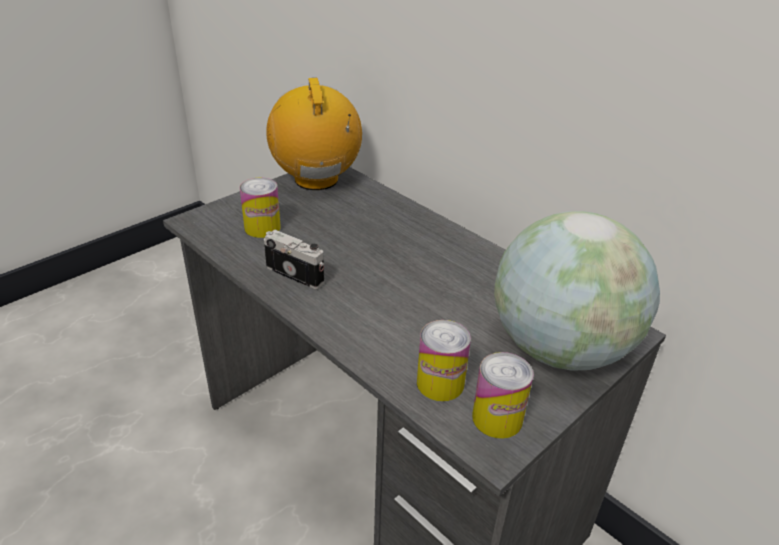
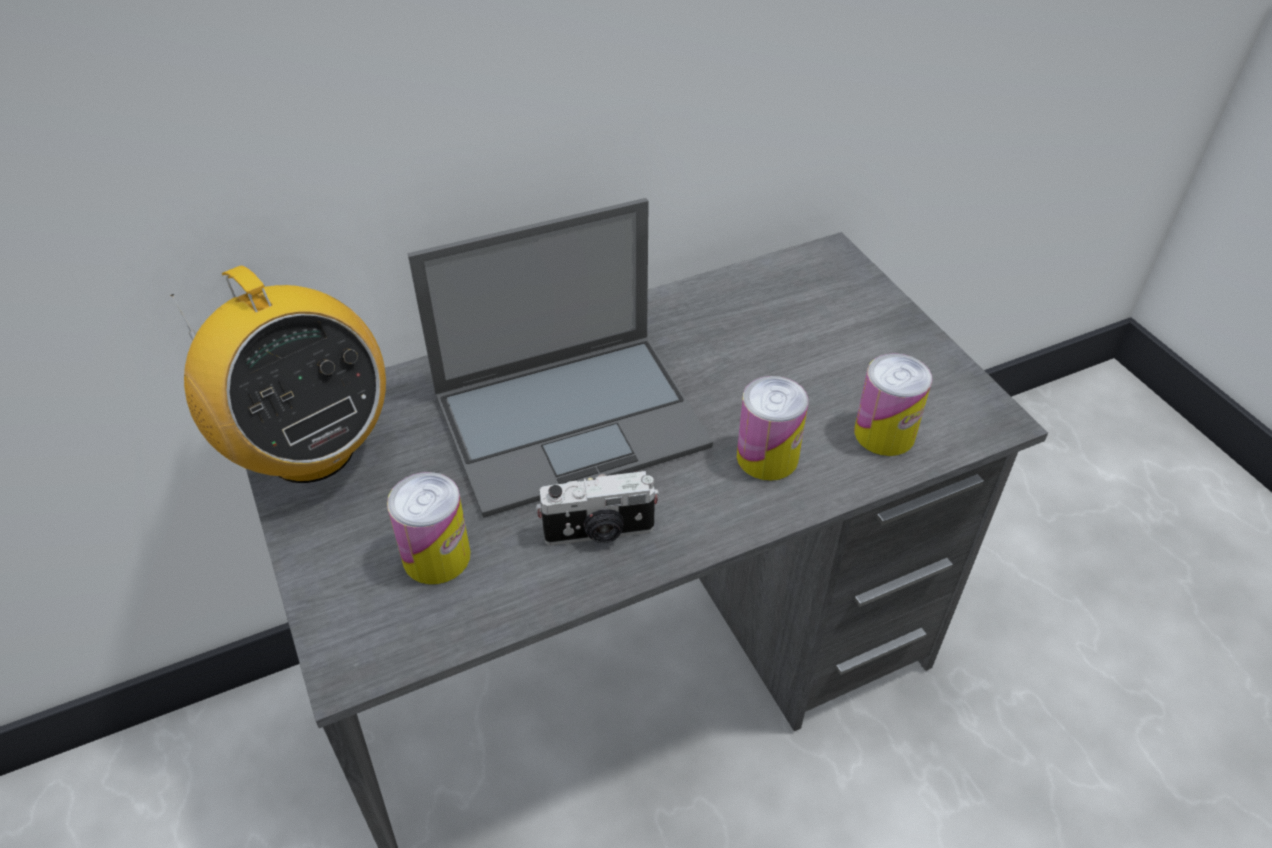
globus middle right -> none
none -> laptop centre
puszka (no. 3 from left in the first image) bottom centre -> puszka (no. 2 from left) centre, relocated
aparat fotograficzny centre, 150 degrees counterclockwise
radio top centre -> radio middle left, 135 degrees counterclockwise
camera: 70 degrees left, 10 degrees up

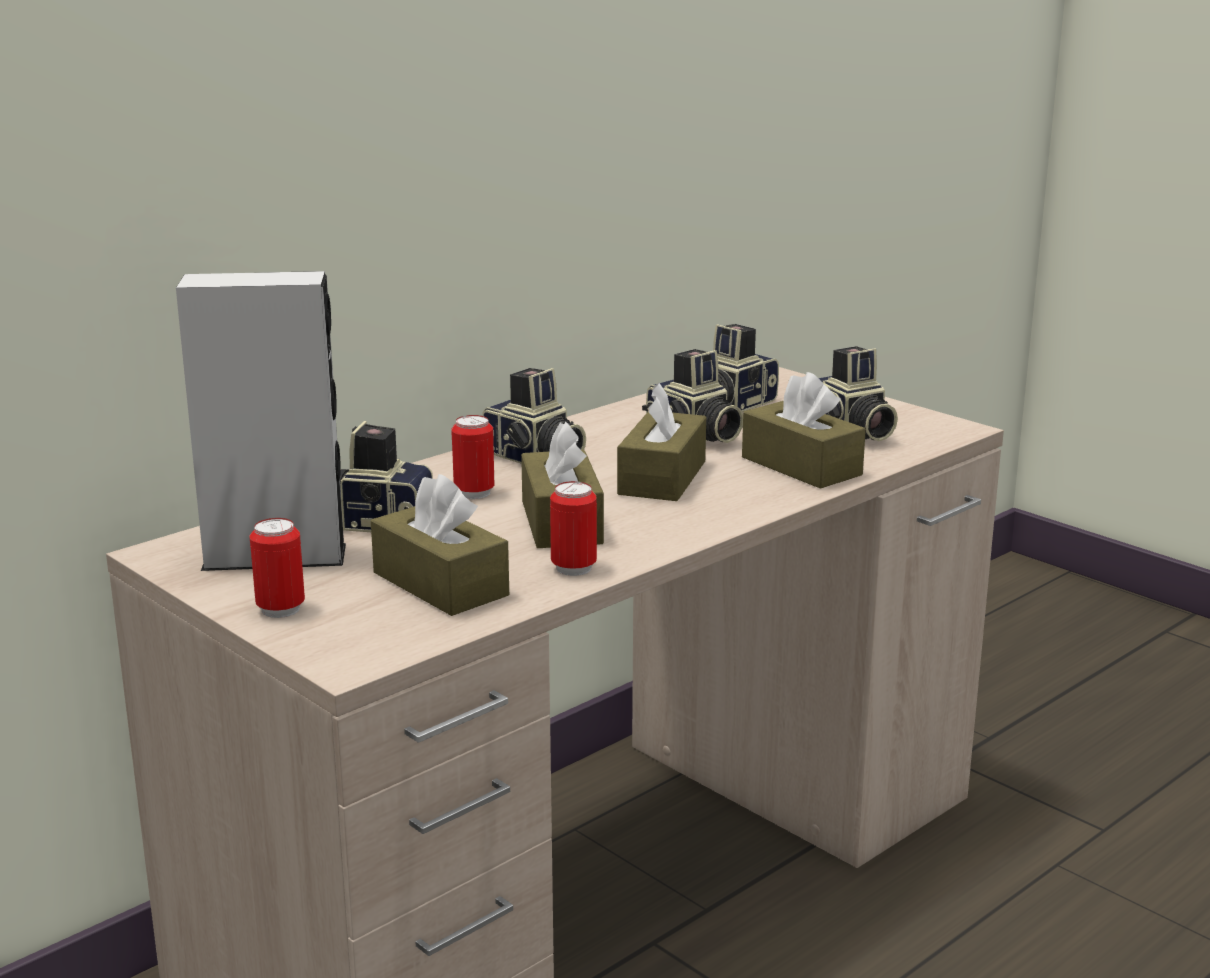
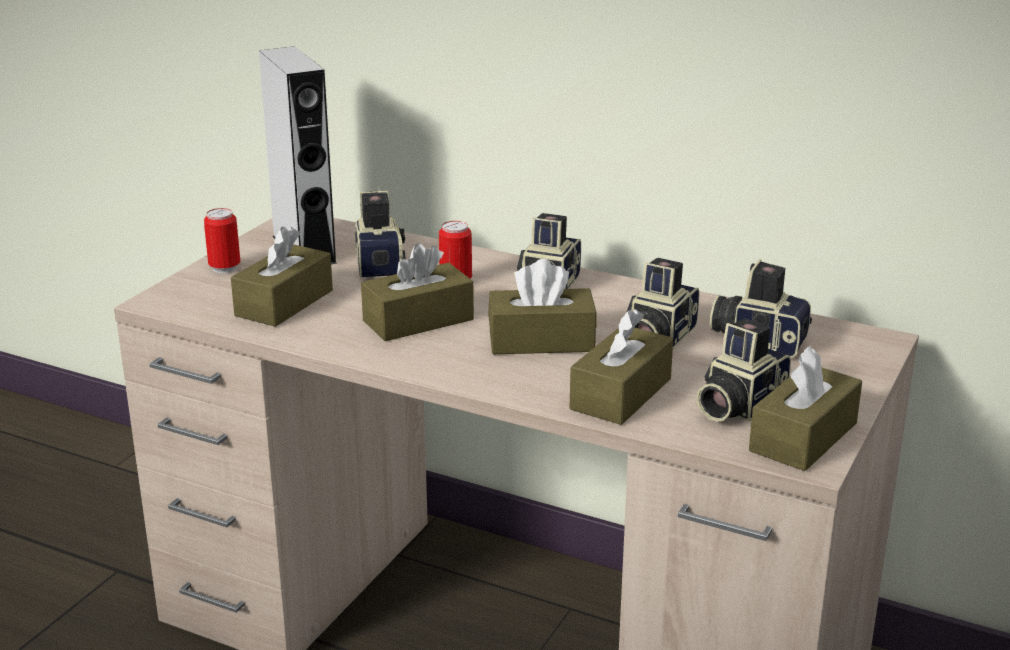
puszka (no. 3 from left) centre -> none
none -> pudełko chusteczek (brązowy) (no. 5 from left) middle right
camera: 70 degrees right, 5 degrees up

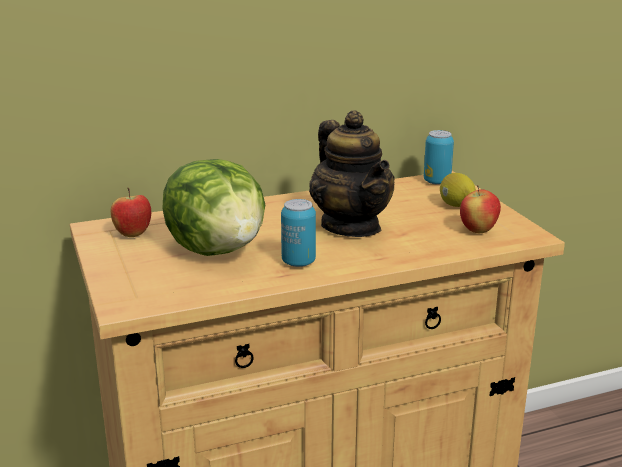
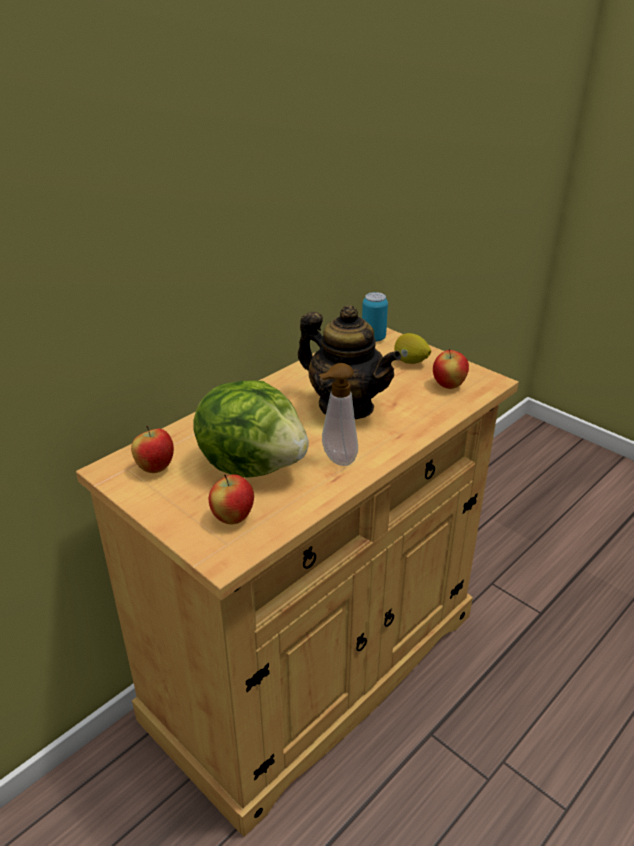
none -> jabłko (no. 2 from left) centre
puszka (no. 1 from left) centre -> dozownik mydła centre
camera: 25 degrees left, 10 degrees up

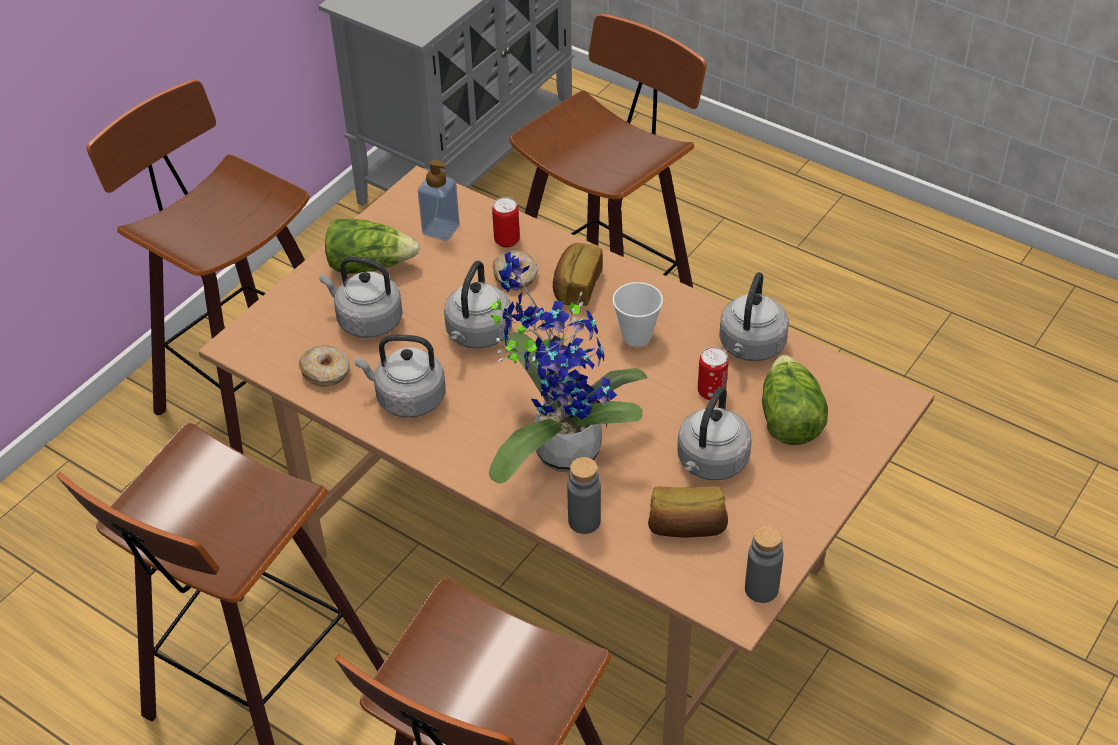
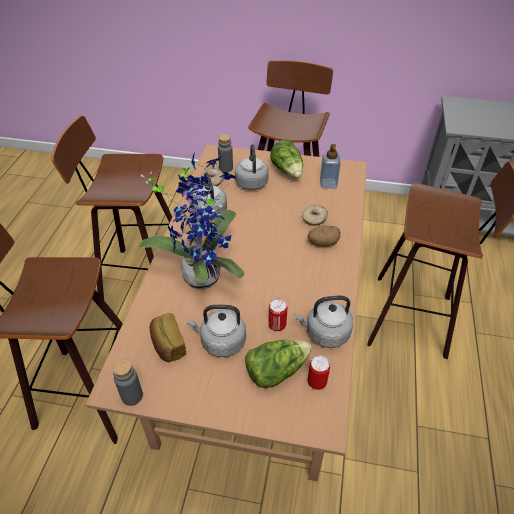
czajnik (szary) (no. 3 from left) centre -> none
filiżanka centre -> none
puszka (no. 1 from left in the first image) top centre -> puszka (no. 2 from left) bottom centre, relocated
butelka (szary) (no. 1 from left in the first image) centre -> butelka (szary) (no. 2 from left) top centre, relocated
chleb (no. 1 from left) centre -> ziemniak centre
camera: 65 degrees right, 0 degrees up

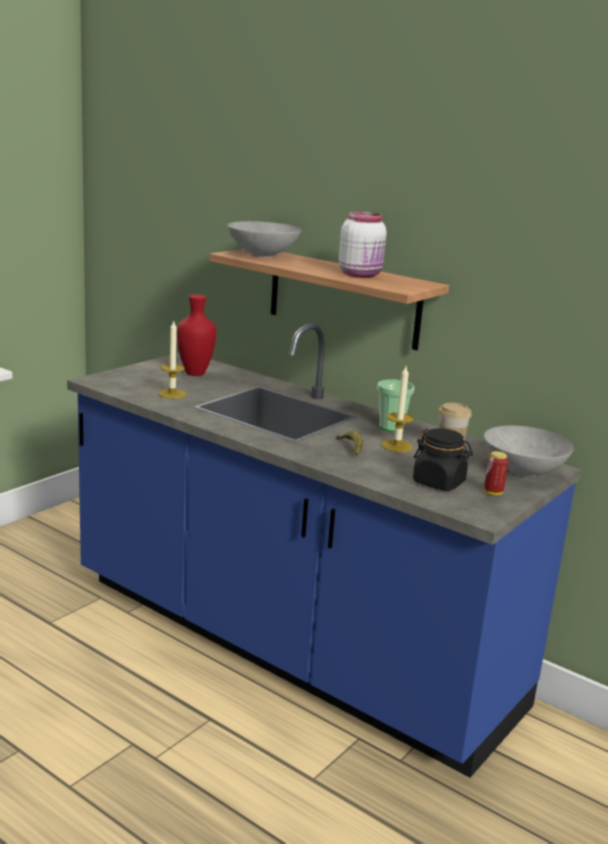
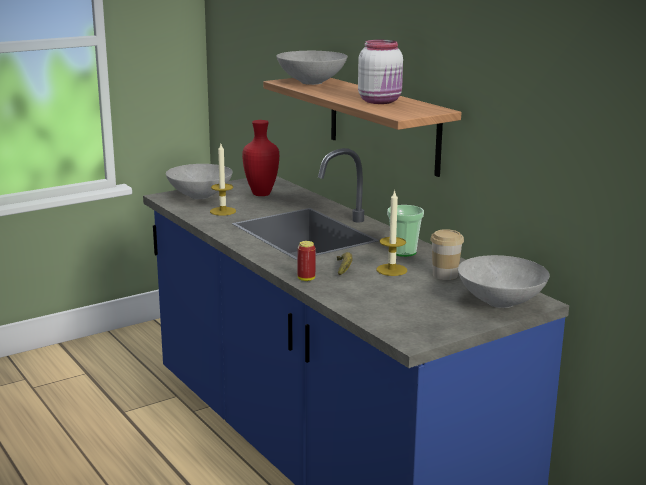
słoik (czarny) middle right -> none
none -> miska (szary) (no. 1 from left) middle left
puszka middle right -> puszka centre, relocated
camera: 20 degrees right, 0 degrees up

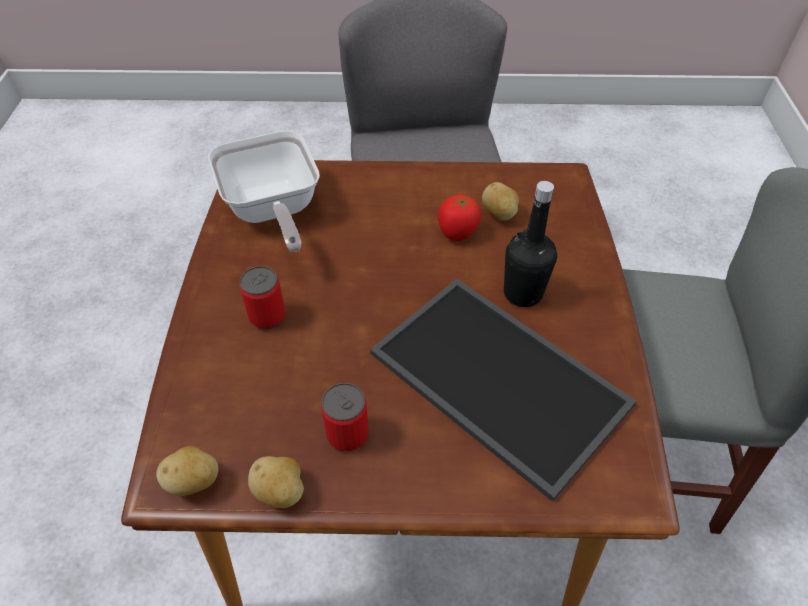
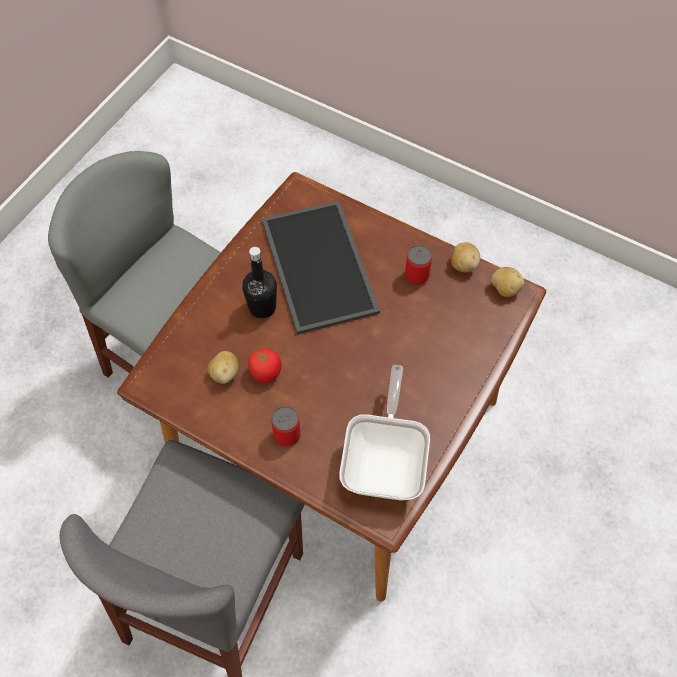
puszka (no. 1 from left) middle left -> puszka (no. 1 from left) centre, relocated
camera: 150 degrees left, 10 degrees up

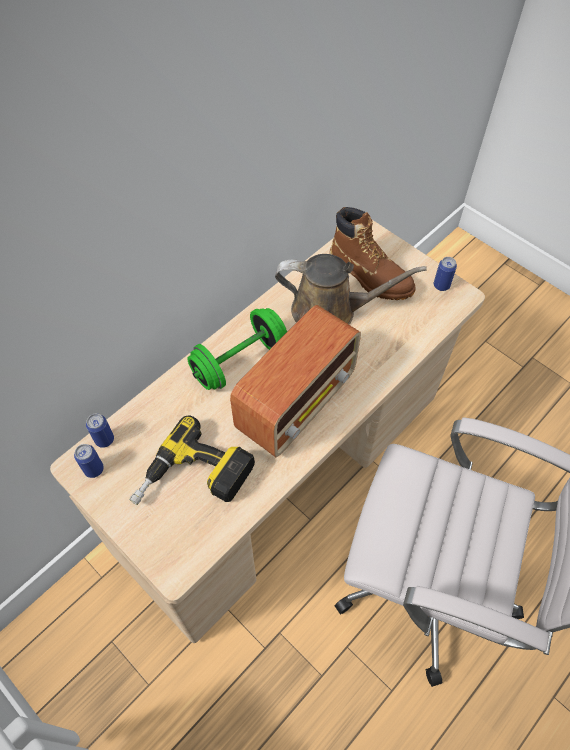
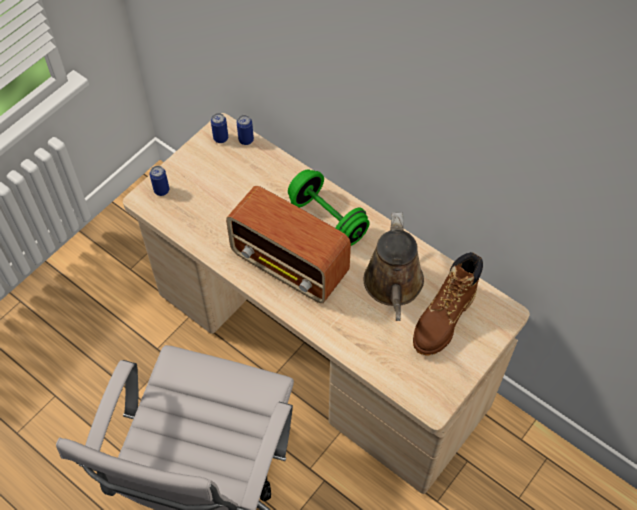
wiertarka centre -> none
puszka (no. 3 from left in the first image) middle right -> puszka (no. 1 from left) middle left, relocated
camera: 85 degrees right, 0 degrees up

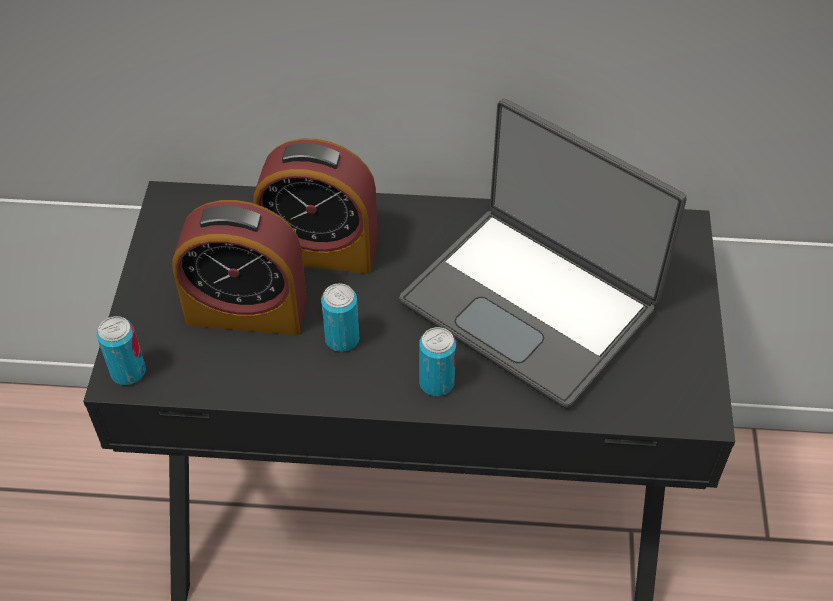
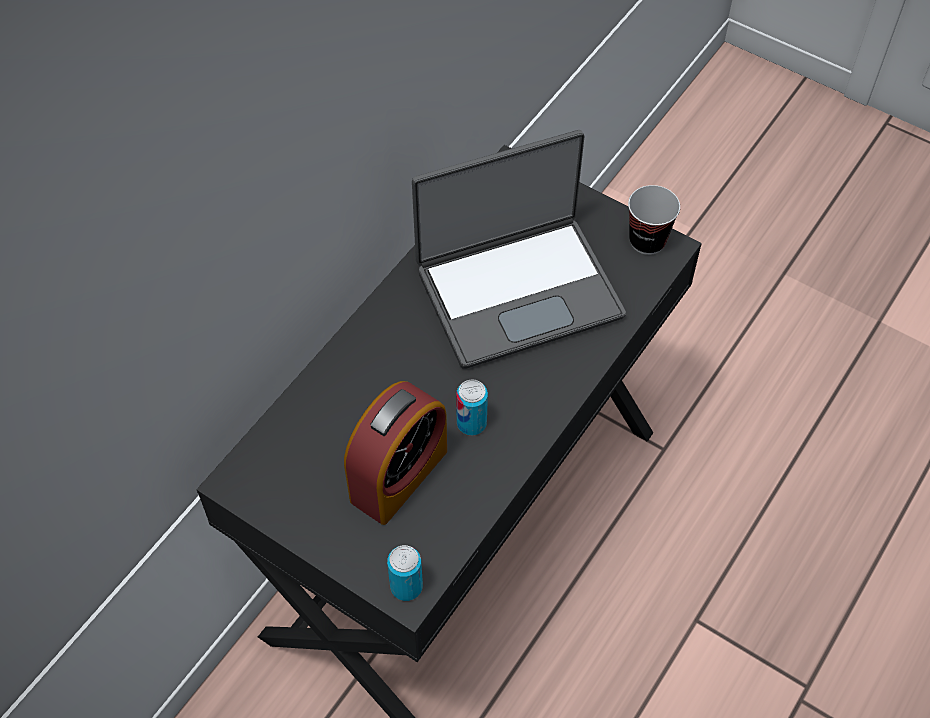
budzik (no. 2 from left) centre -> none
puszka (no. 3 from left) centre -> none
none -> filiżanka top right
camera: 60 degrees left, 5 degrees up

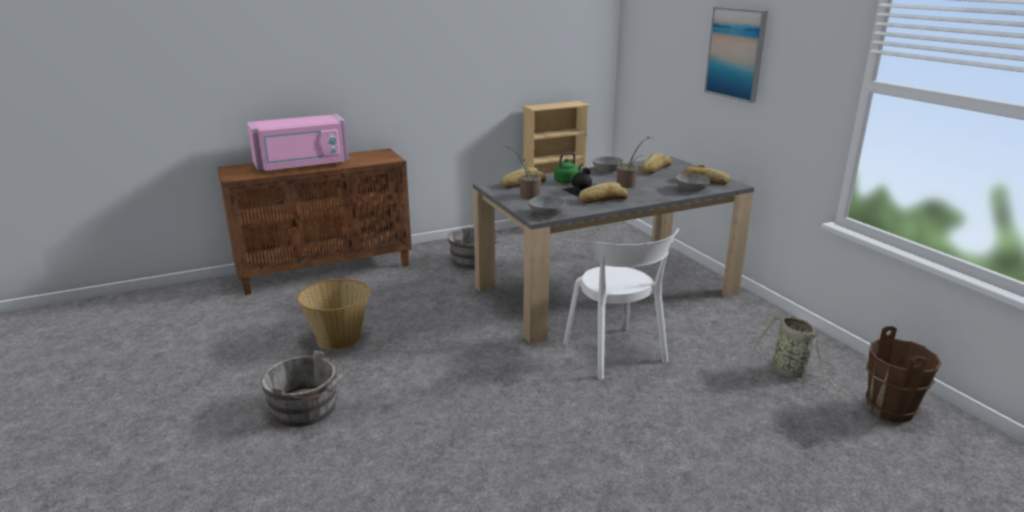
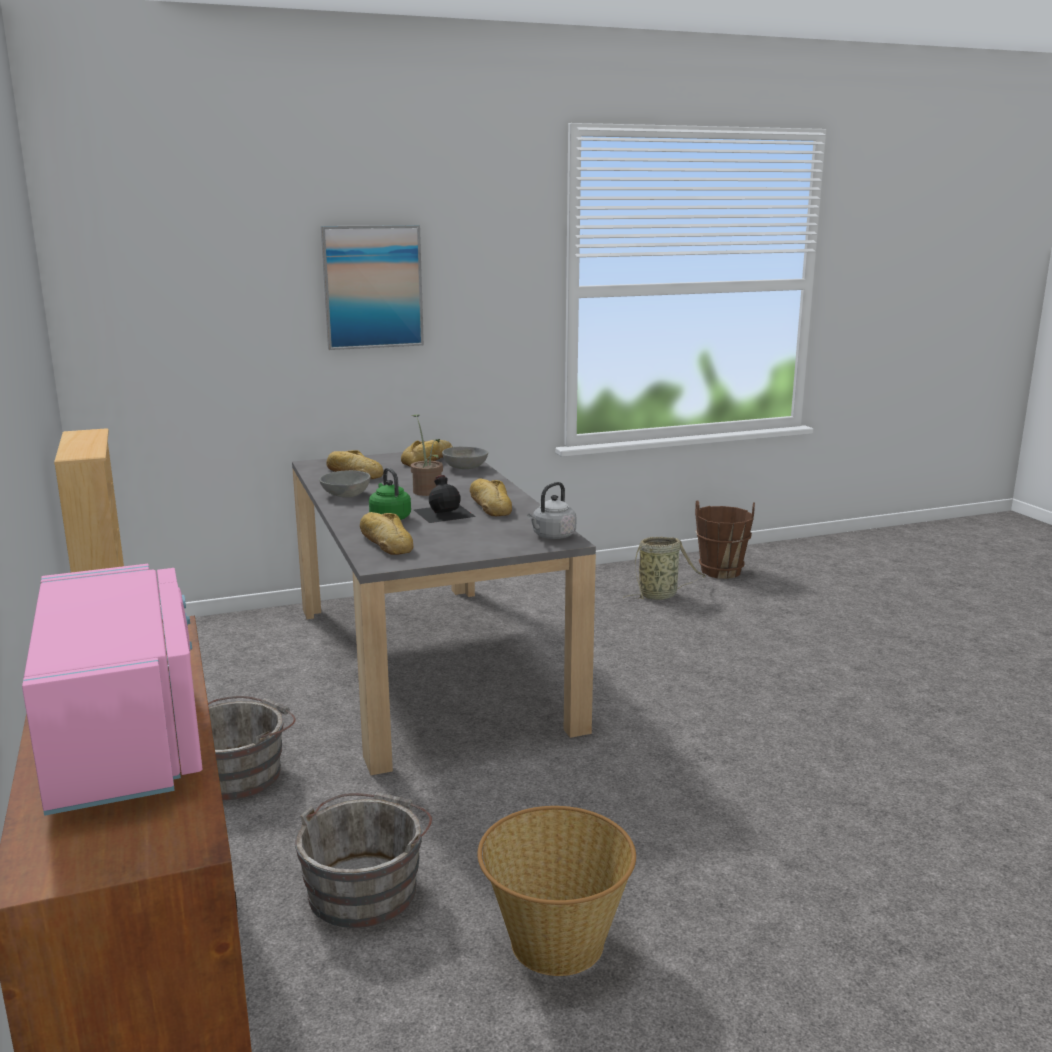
roślina doniczkowa (no. 1 from left) centre -> none
krzesło (biały) centre -> none
wiadro (szary) (no. 1 from left in the first image) bottom left -> wiadro (szary) (no. 2 from left) bottom centre, relocated
miska (szary) (no. 1 from left) centre -> czajnik (szary) centre
camera: 85 degrees left, 5 degrees down

